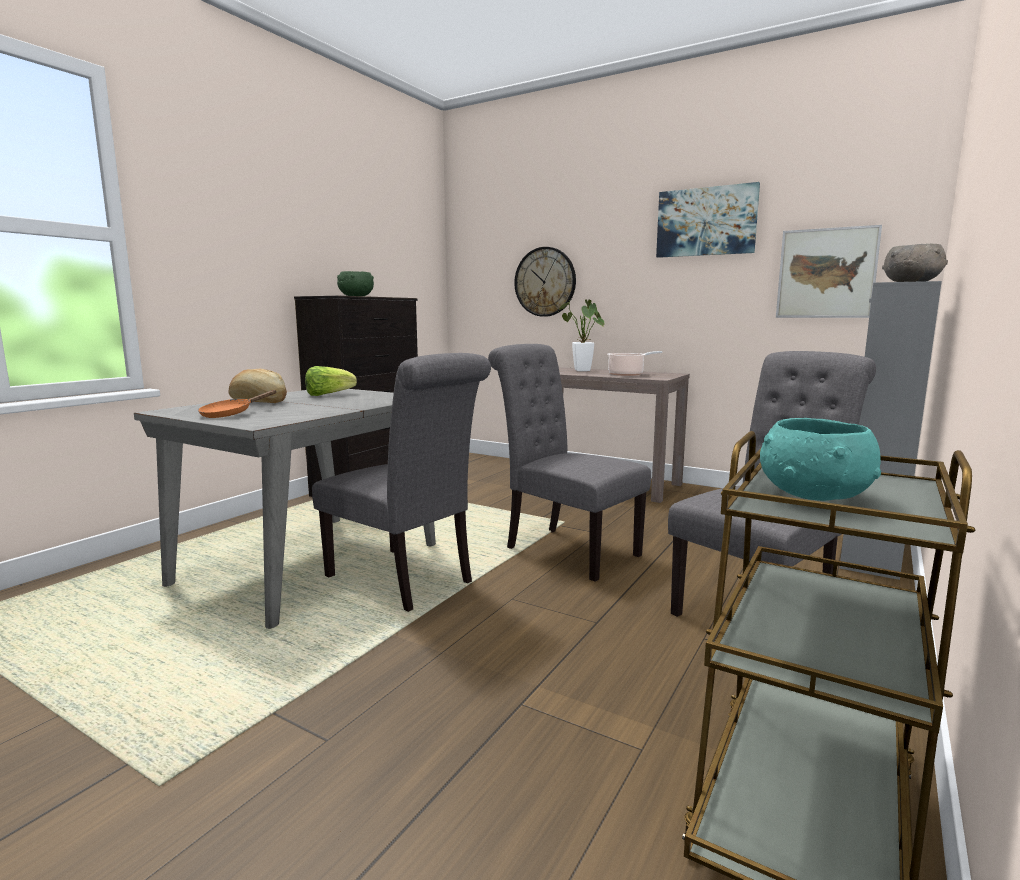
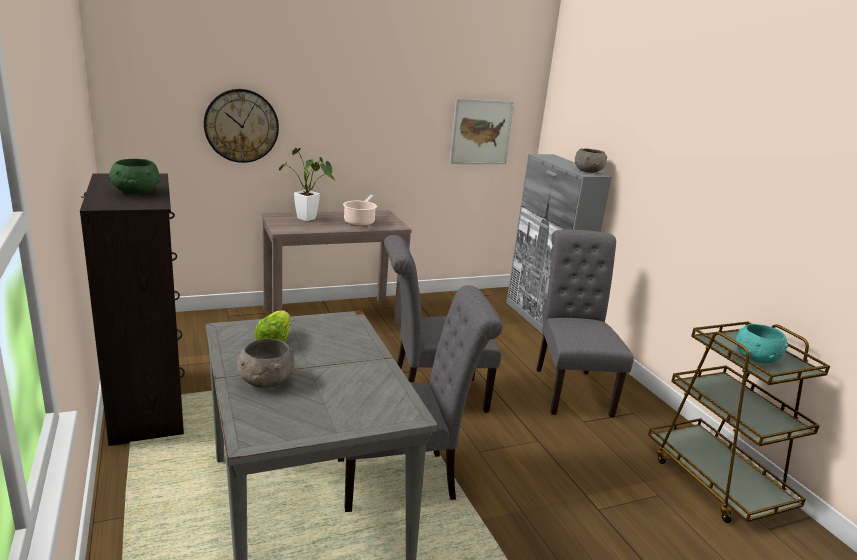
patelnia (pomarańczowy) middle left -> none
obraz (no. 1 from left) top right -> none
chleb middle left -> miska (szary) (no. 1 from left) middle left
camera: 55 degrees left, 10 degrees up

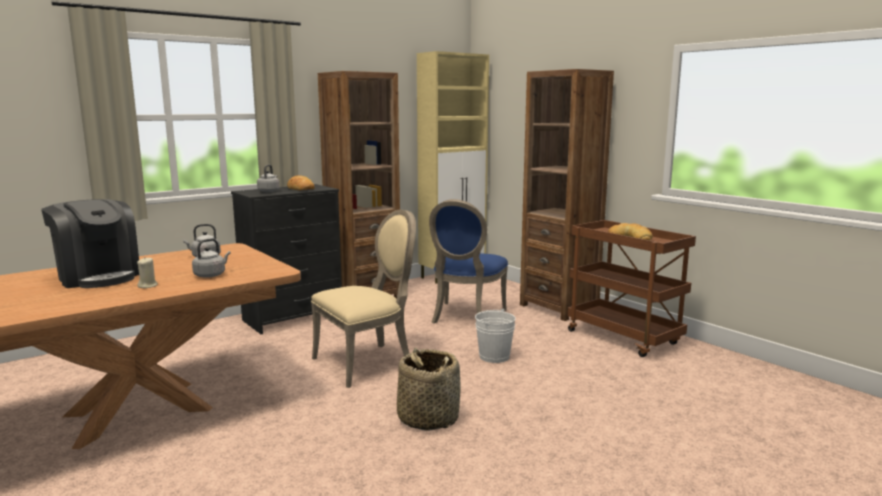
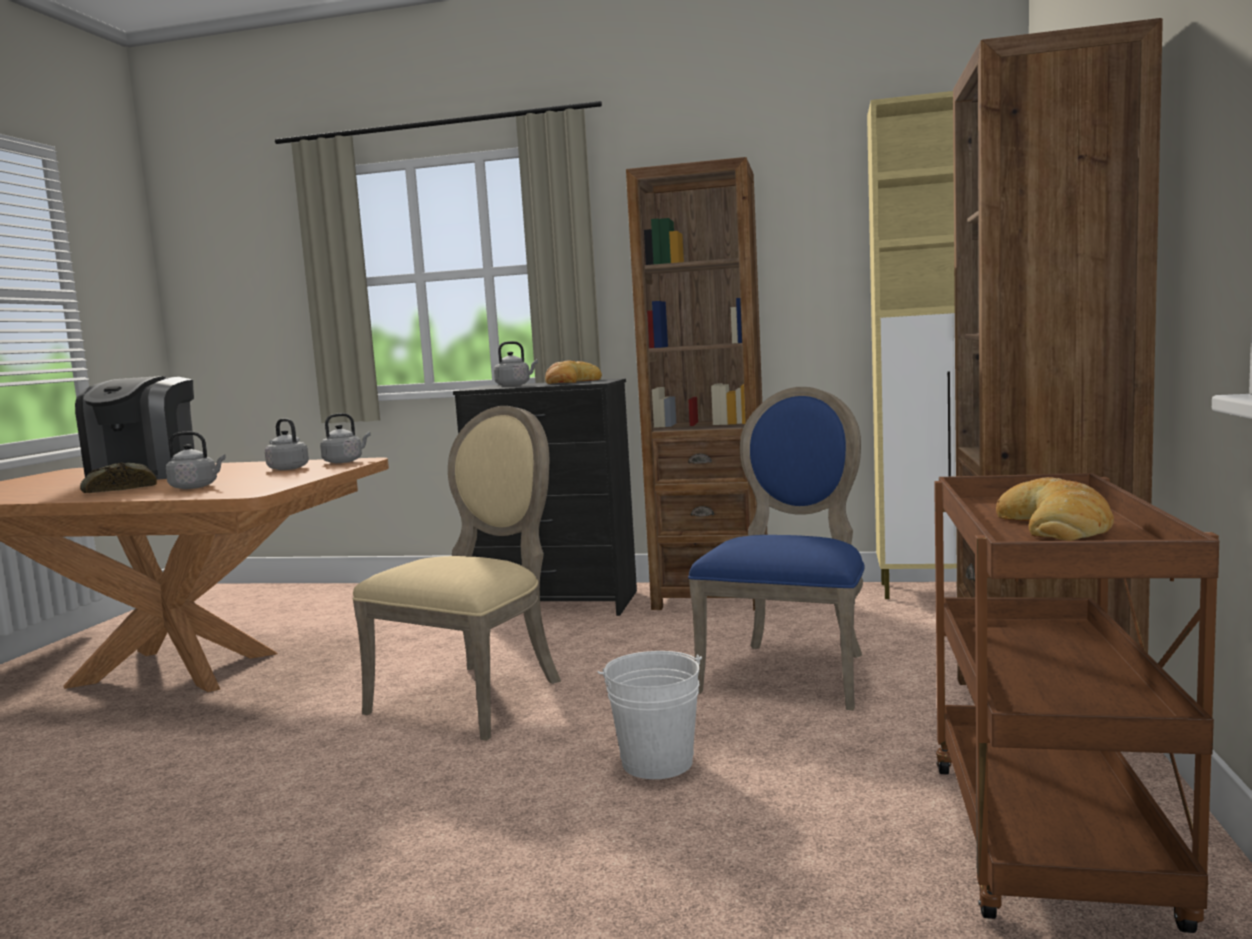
koszyk bottom centre -> none
none -> czajnik (szary) (no. 3 from left) middle left
świeca (beżowy) middle left -> chleb (no. 1 from left) middle left
krzesło (beżowy) centre, 75 degrees counterclockwise
krzesło (niebieski) centre, 135 degrees clockwise
camera: 50 degrees right, 5 degrees down

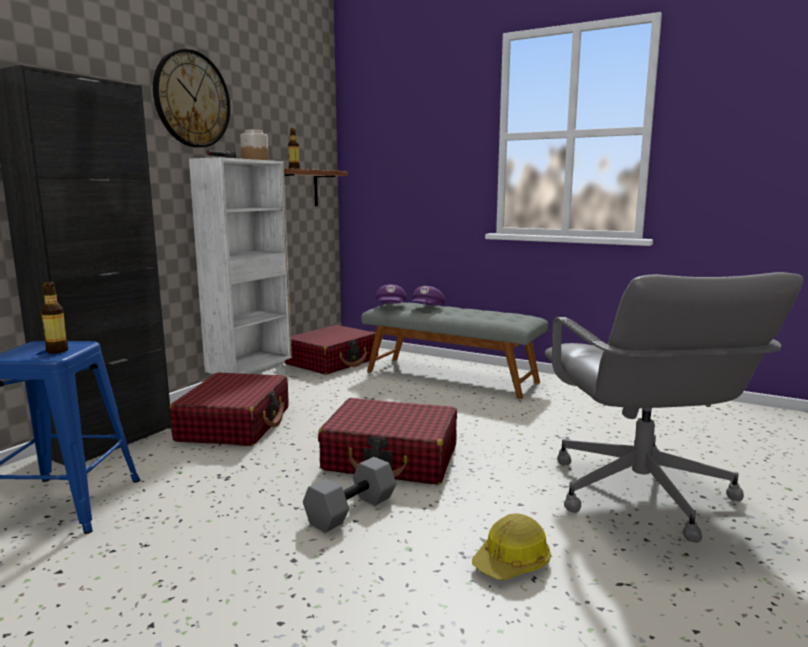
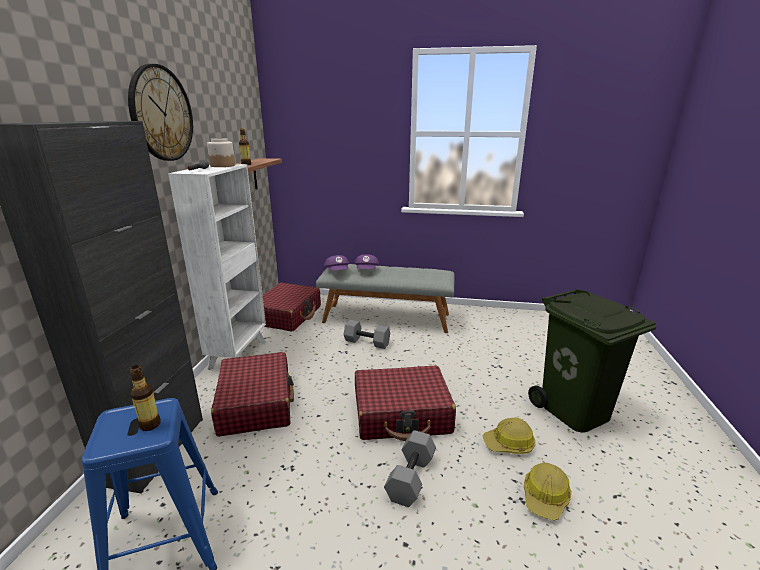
none -> hantel (szary) (no. 1 from left) centre
none -> kask (no. 1 from left) bottom right
krzesło biurowe (szary) middle right -> kosz na śmieci (zielony) middle right
camera: 20 degrees left, 10 degrees up

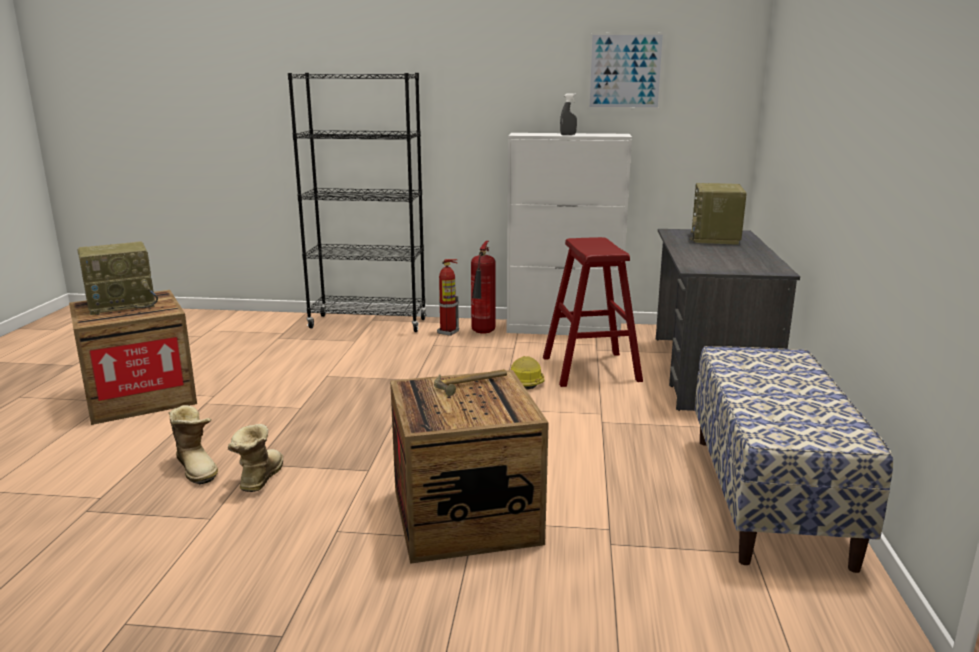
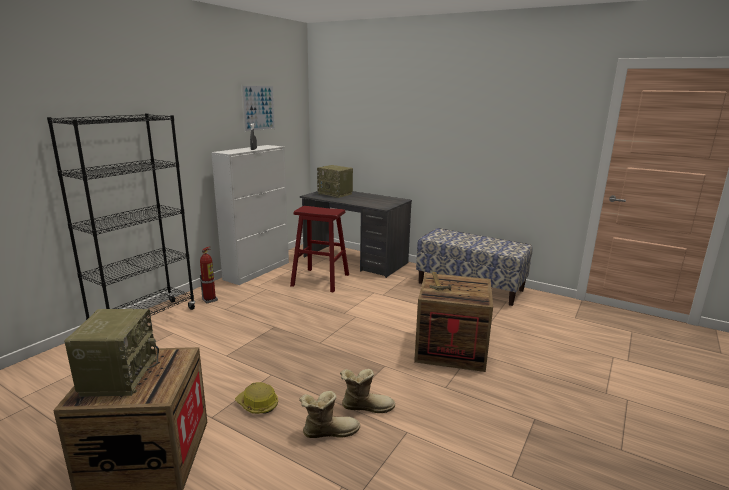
gaśnica (no. 2 from left) centre -> none
kask centre -> kask bottom centre, relocated
but z cholewką (no. 2 from left) bottom left -> but z cholewką (no. 2 from left) bottom centre, 150 degrees clockwise
camera: 65 degrees left, 0 degrees up

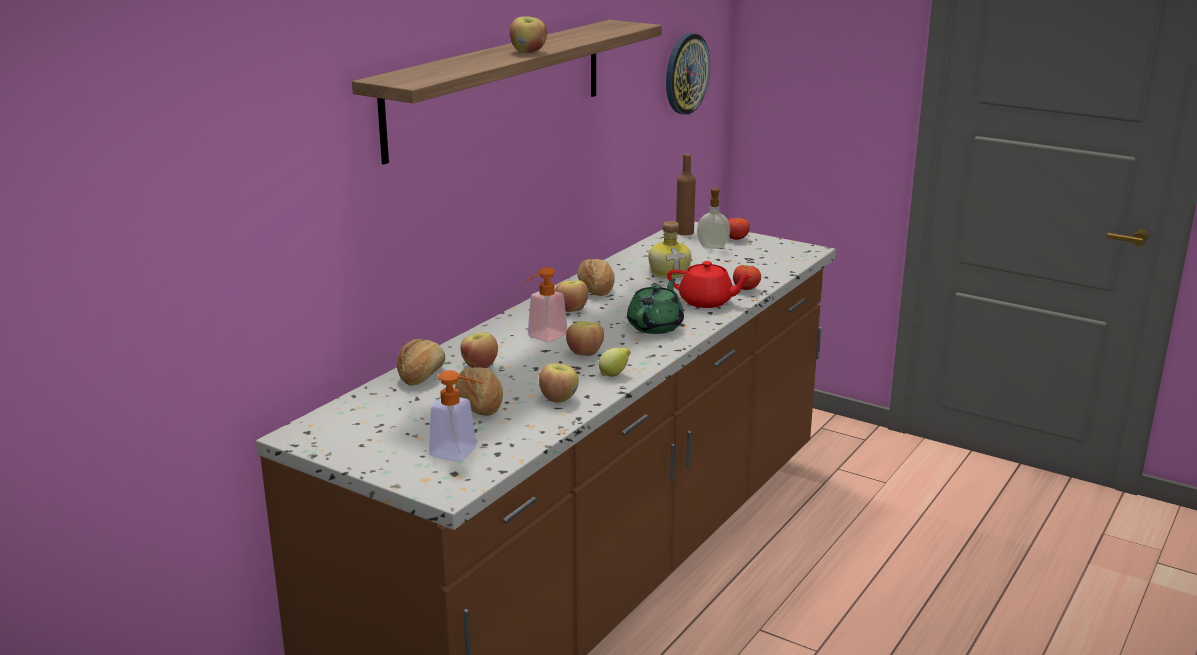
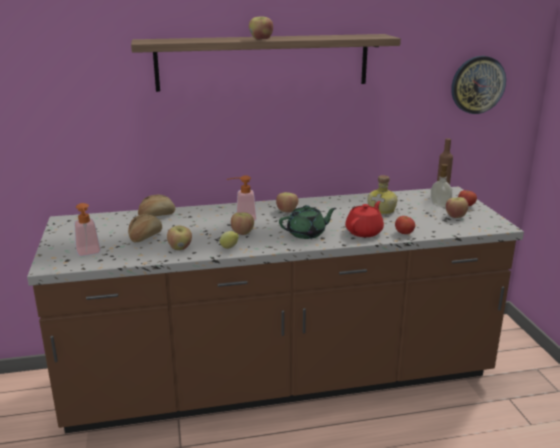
chleb (no. 3 from left) centre -> none
jabłko (no. 1 from left in the first image) centre -> jabłko (no. 5 from left) middle right, relocated
imbryk (czerwony) centre, 120 degrees counterclockwise
camera: 45 degrees right, 0 degrees up

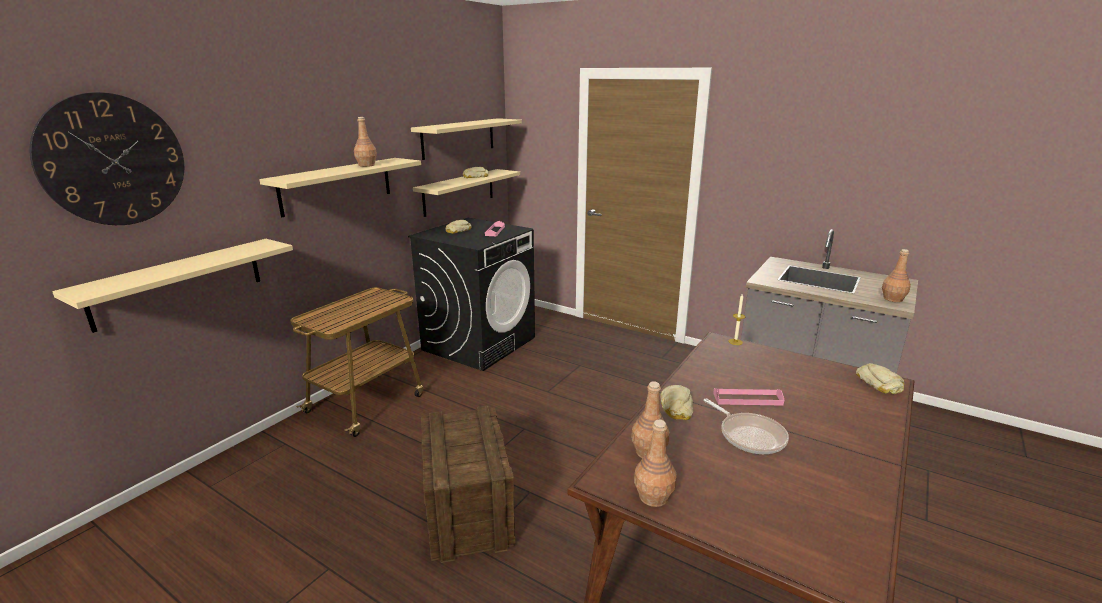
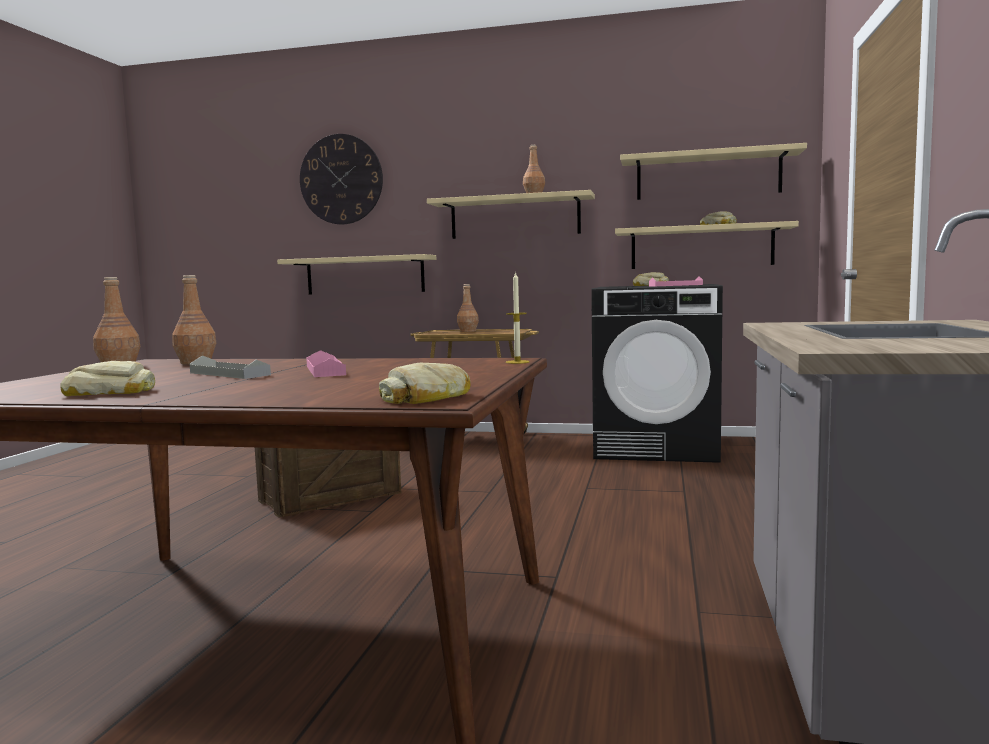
chleb (no. 3 from left in the first image) bottom centre -> chleb (no. 1 from left) middle left, relocated
butelka (brązowy) (no. 4 from left in the first image) middle right -> butelka (brązowy) (no. 3 from left) centre, relocated
patelnia bottom right -> taca (szary) middle left
camera: 70 degrees right, 15 degrees down

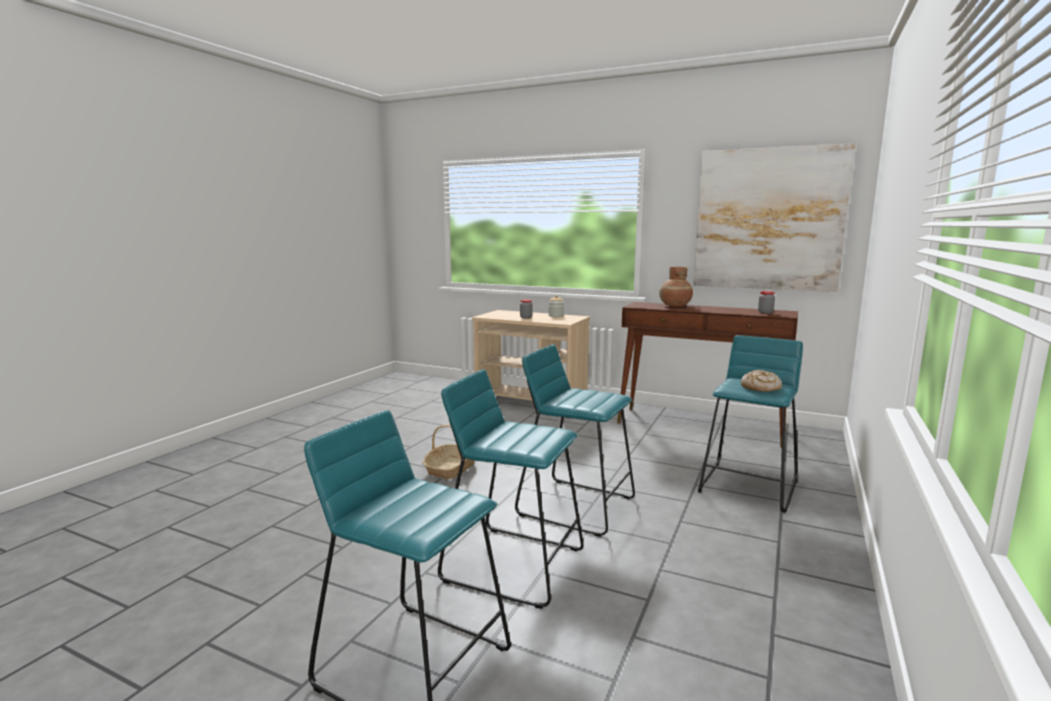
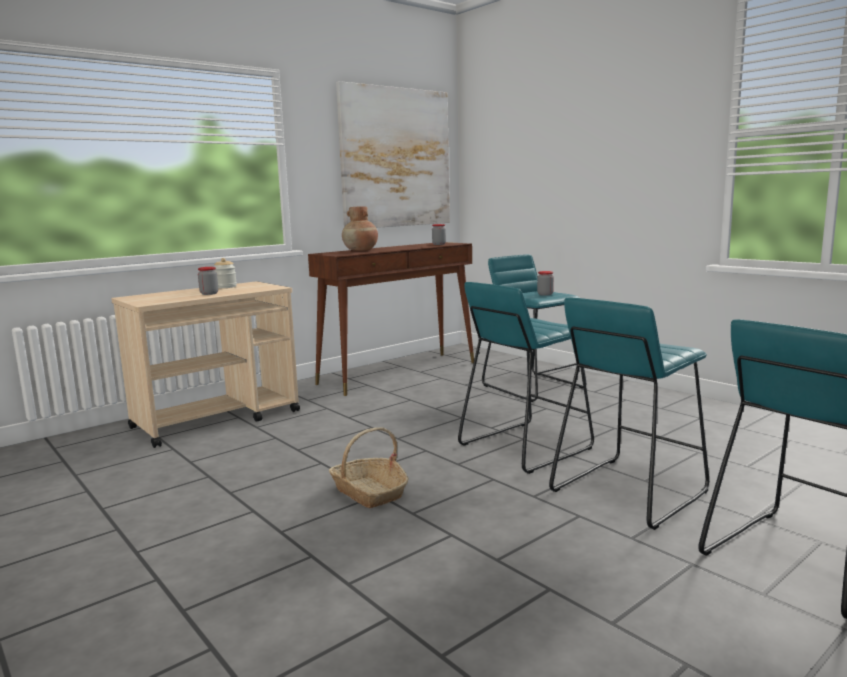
chleb middle right -> słoik (no. 4 from left) centre
camera: 65 degrees left, 0 degrees up

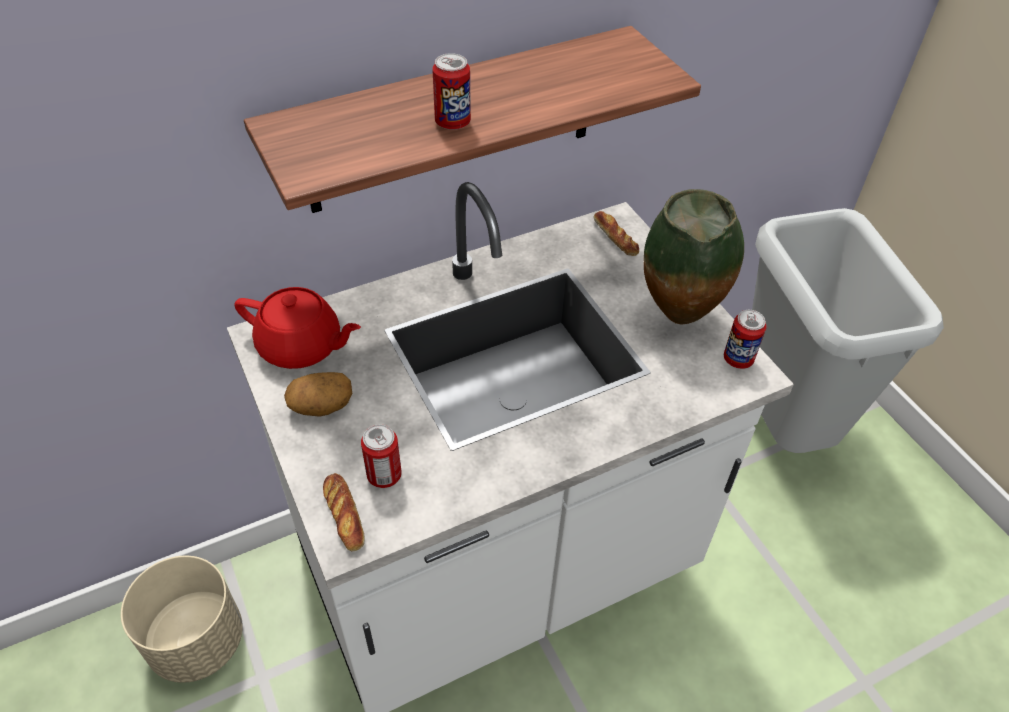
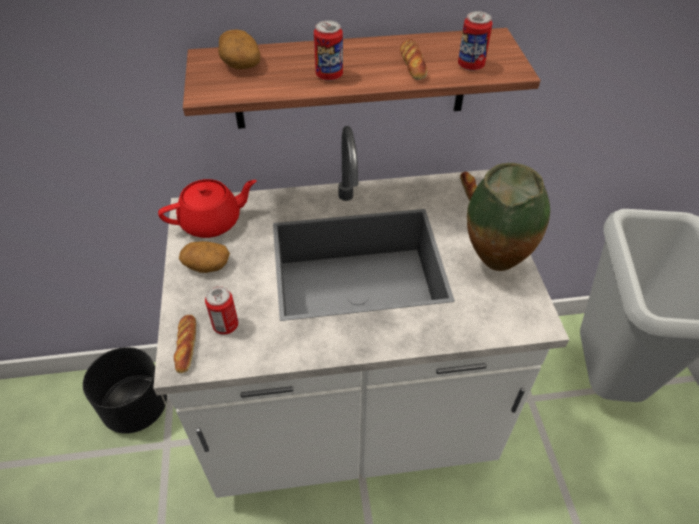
none -> ziemniak (no. 2 from left) top centre
none -> chleb (no. 2 from left) top centre
puszka (no. 3 from left) middle right -> puszka (no. 3 from left) top right, relocated
donica (beżowy) bottom left -> donica (czarny) bottom left
imbryk (czerwony) middle left, 60 degrees counterclockwise
camera: 20 degrees right, 0 degrees up

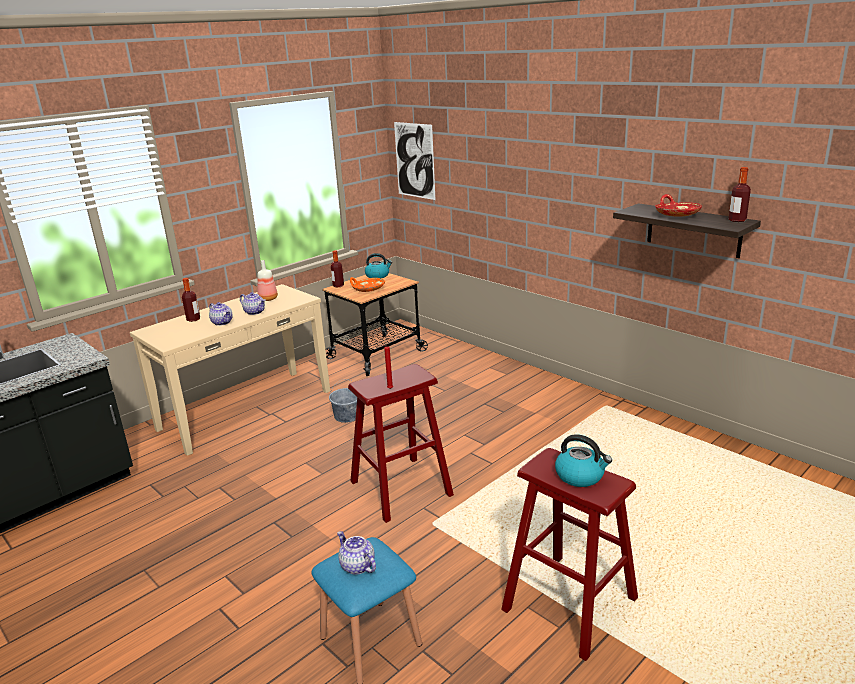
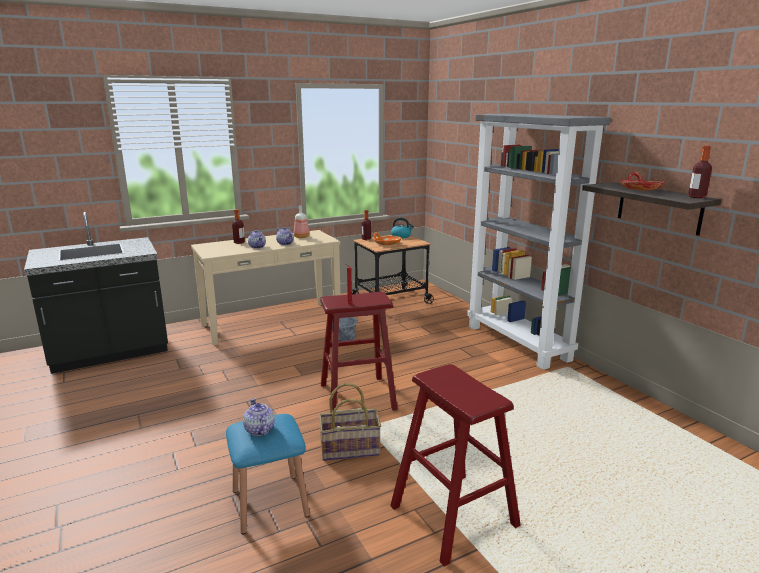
obraz top centre -> none
czajnik (no. 2 from left) bottom right -> none
none -> koszyk bottom centre
none -> regał (szary) middle right
camera: 15 degrees right, 5 degrees down

